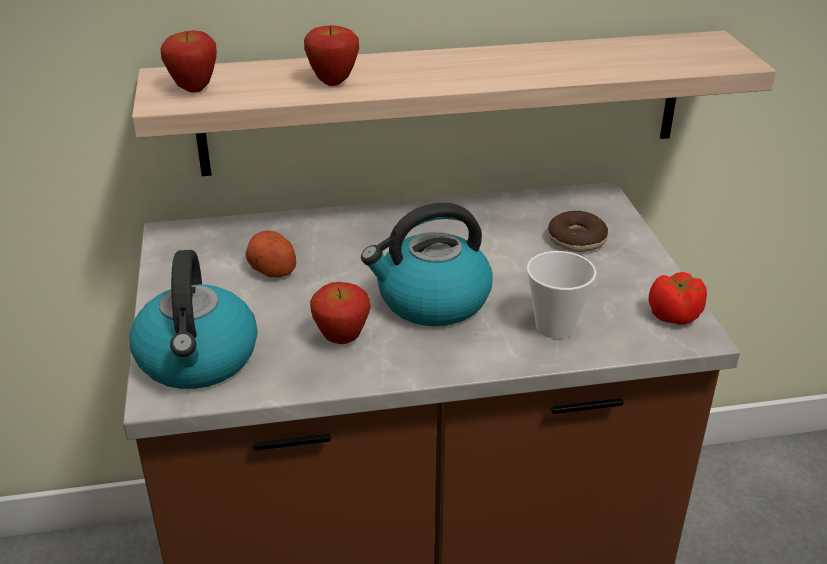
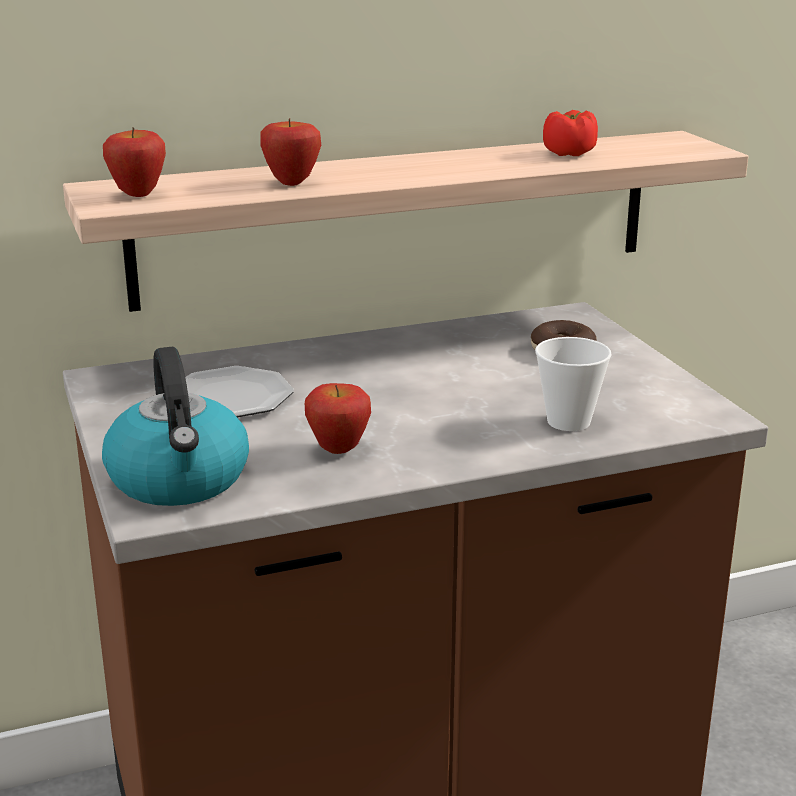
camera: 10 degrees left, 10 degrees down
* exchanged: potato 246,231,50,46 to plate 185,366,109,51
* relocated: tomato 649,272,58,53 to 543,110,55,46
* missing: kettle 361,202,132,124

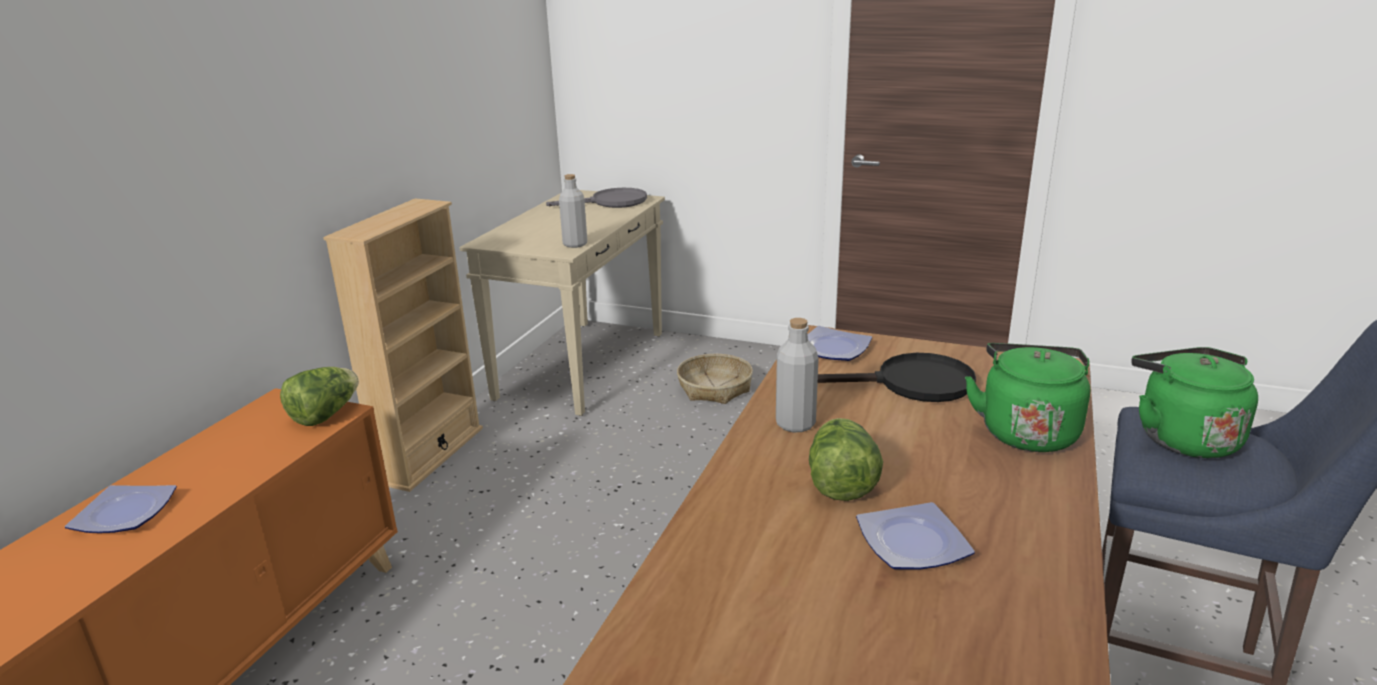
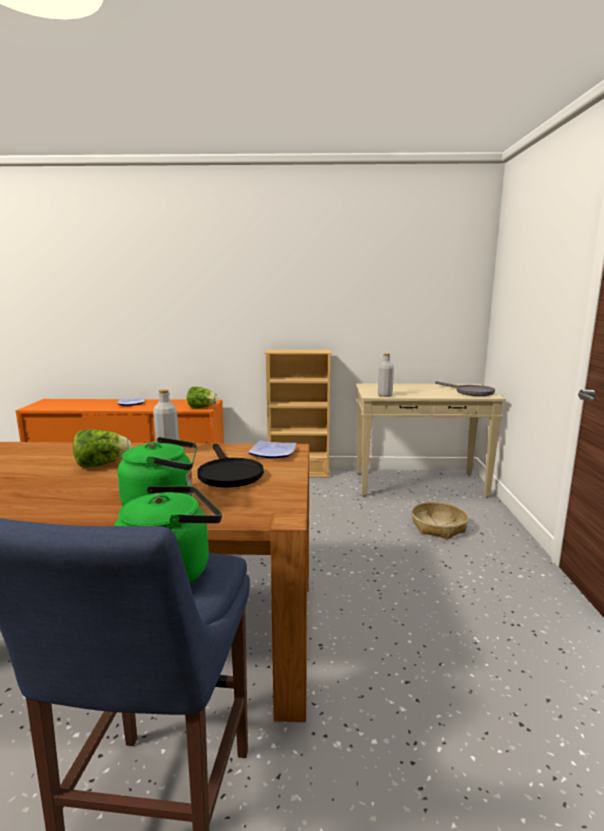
camera: 70 degrees right, 10 degrees down
* missing: plate 856,502,119,68

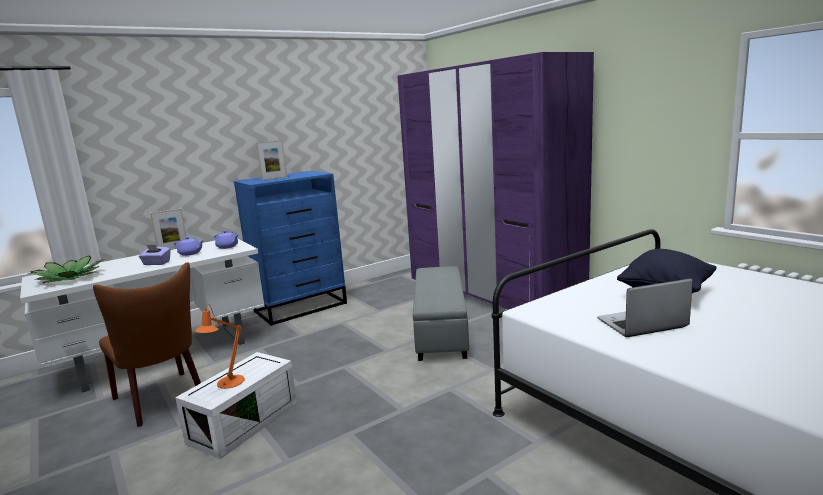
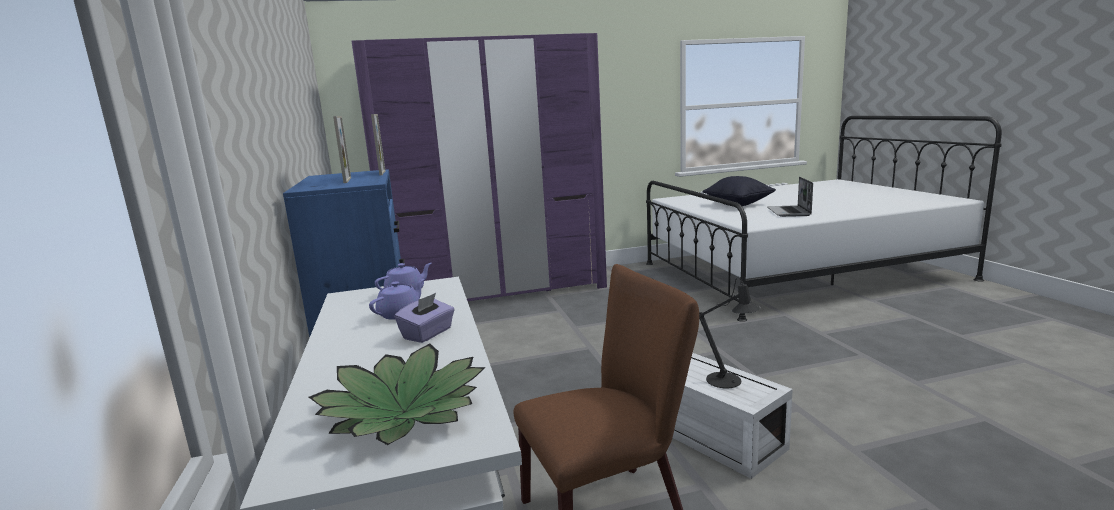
camera: 70 degrees left, 0 degrees up
* relocated: picture frame 150,208,36,42 to 371,114,14,62
* colour: orange table lamp 195,304,50,85 to black table lamp 699,277,62,112
* missing: grey ottoman 413,266,56,95

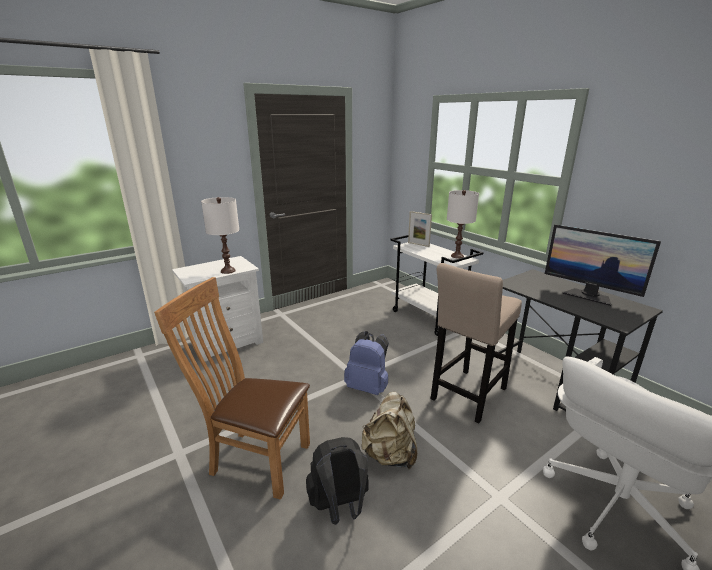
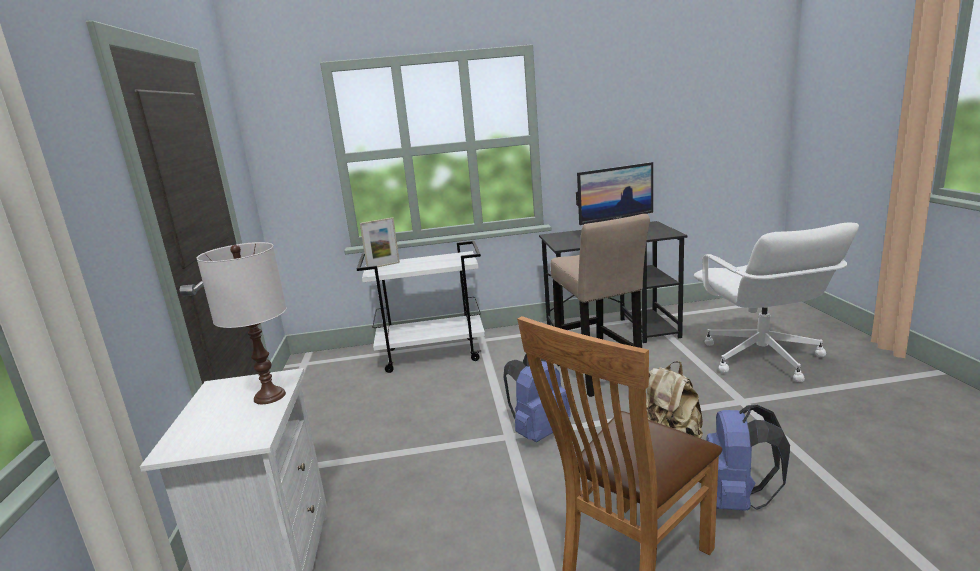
camera: 60 degrees left, 5 degrees down
* colour: black backpack 306,437,63,88 to blue backpack 706,405,84,106
* missing: white table lamp 447,190,32,69

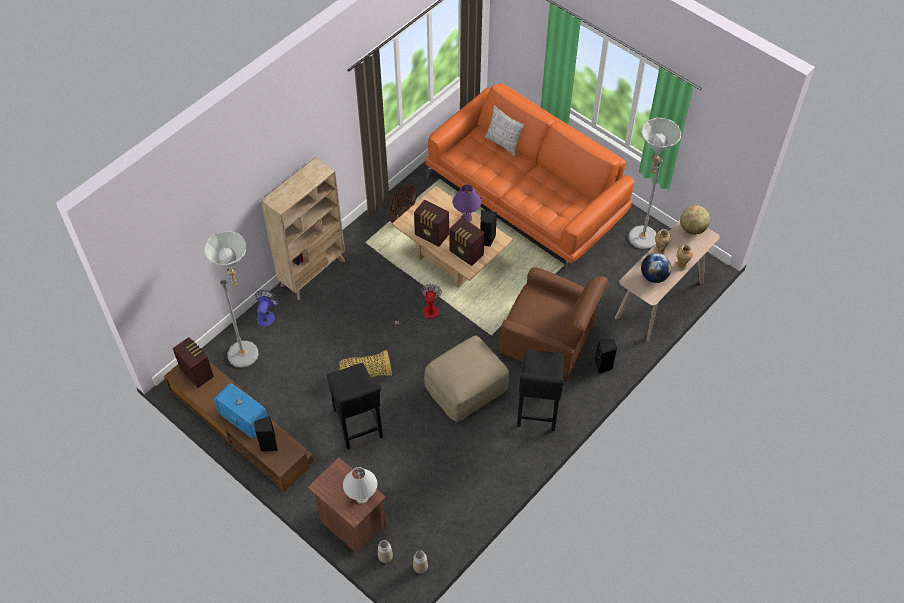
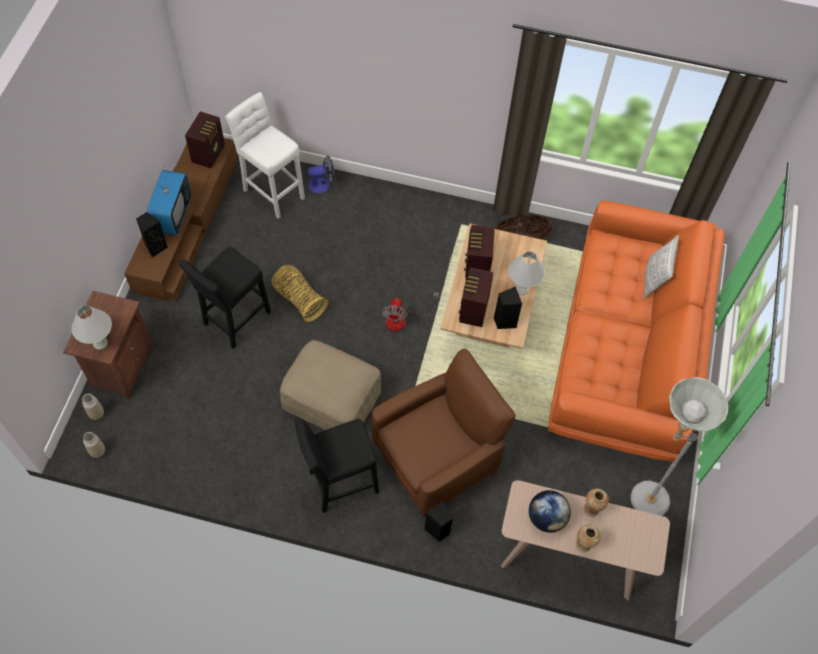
camera: 60 degrees right, 5 degrees up
* exchanged: grey floor lamp 204,231,55,137 to white stool 225,92,80,127
* spun: brown armchair 500,267,108,115 = 372,348,144,169 120 degrees counterclockwise
* spun: fan 395,284,47,43 = 382,292,57,39 120 degrees clockwise
* colour: purple table lamp 453,184,29,38 to white table lamp 508,251,37,44
* missing: beige bookcase 261,157,84,143
* missing: globe 680,205,30,30

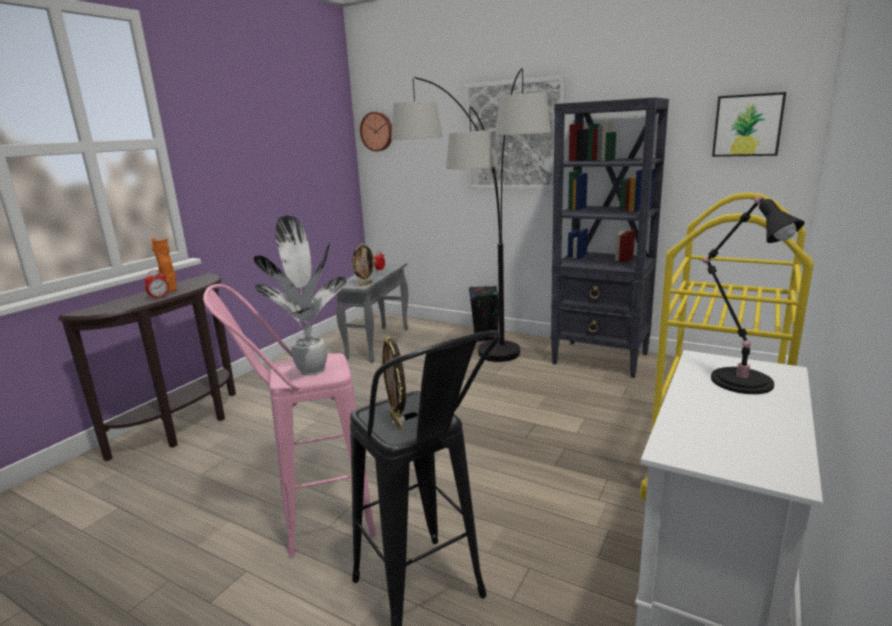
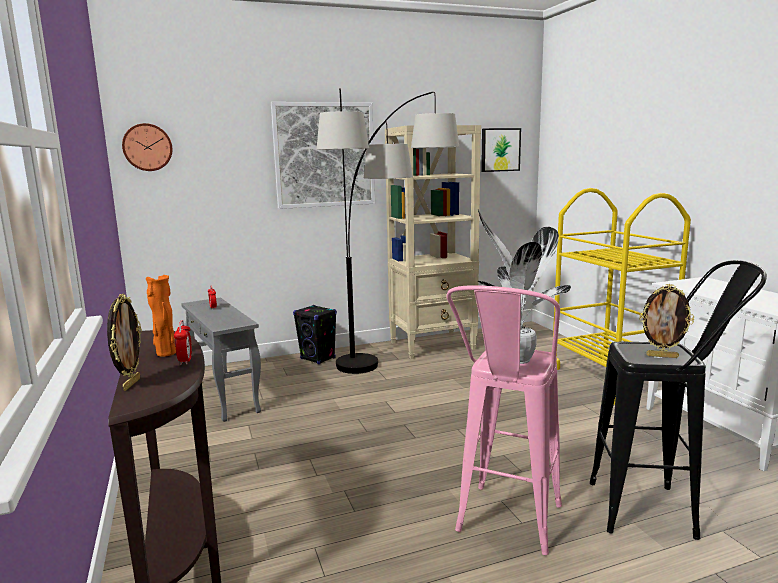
camera: 50 degrees left, 5 degrees down
* relocated: picture frame 352,243,24,43 to 107,293,35,98
* colour: black bookcase 551,97,118,281 to beige bookcase 385,125,96,234
* missing: black table lamp 700,196,105,198

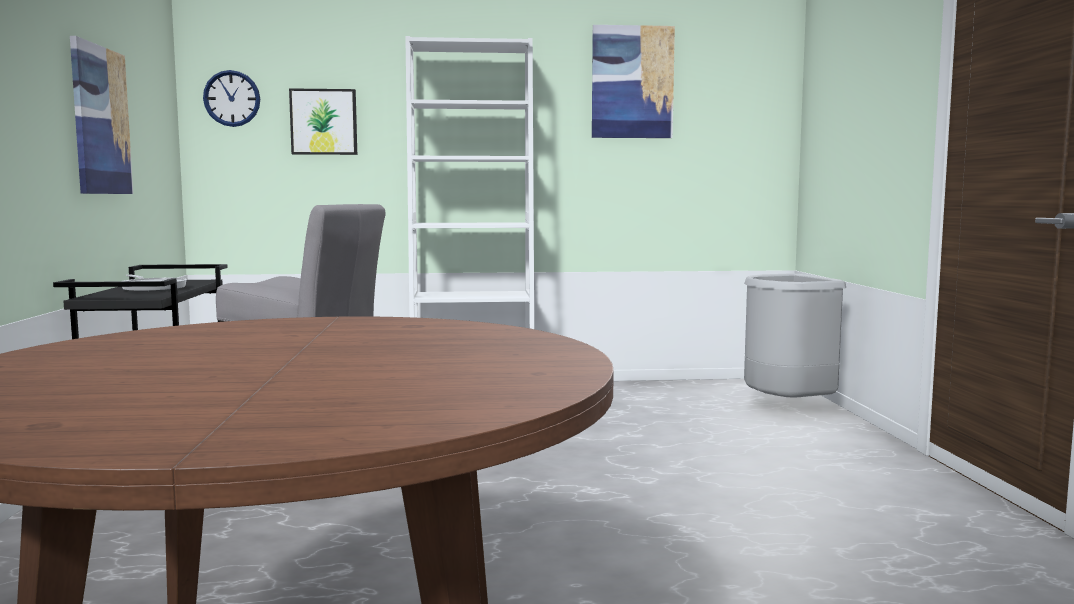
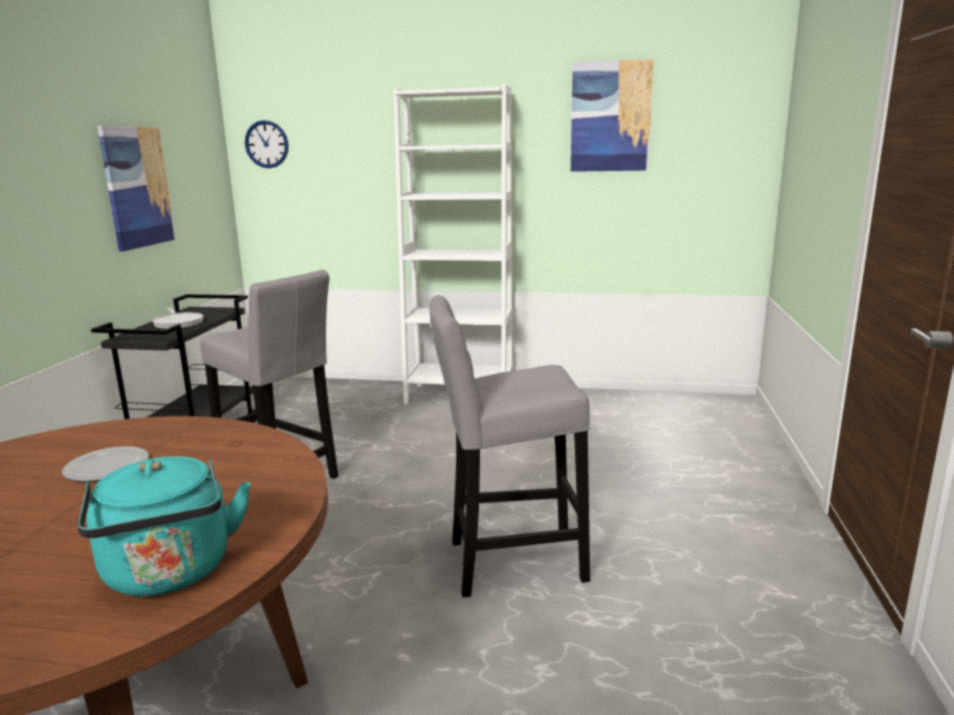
camera: 15 degrees right, 10 degrees up
* appeared: plate 62,446,87,36
* appeared: turquoise kettle 78,457,173,139
* appeared: grey stool 430,295,160,302
* missing: picture 289,88,68,67
* missing: grey trash can 744,273,102,125

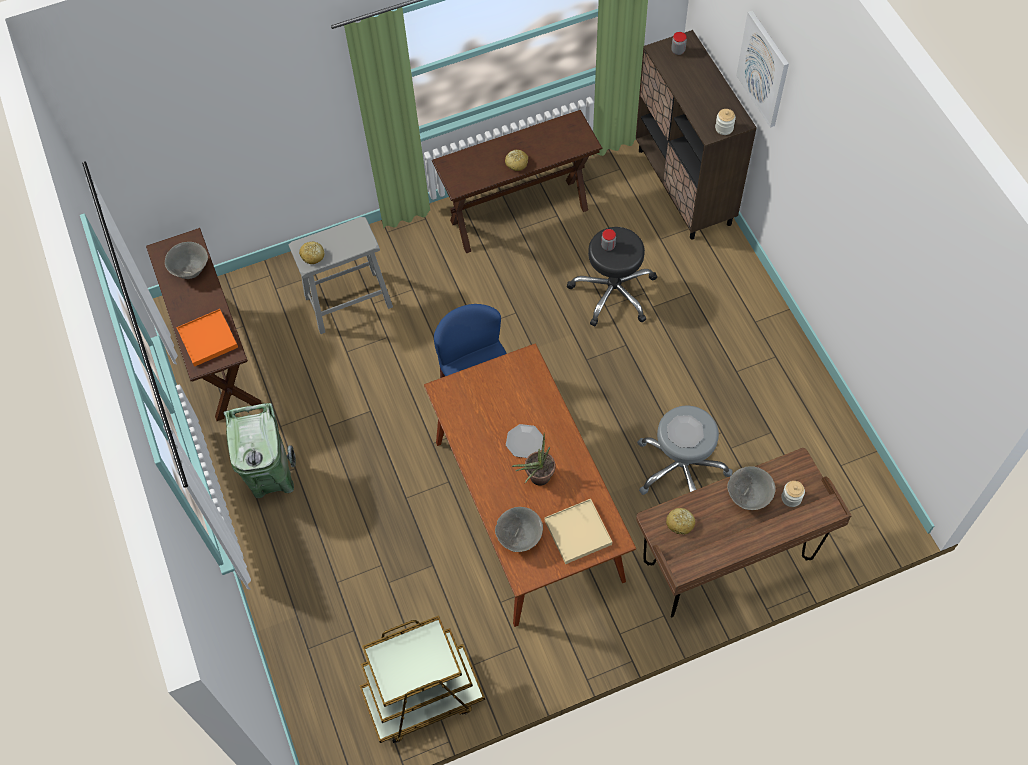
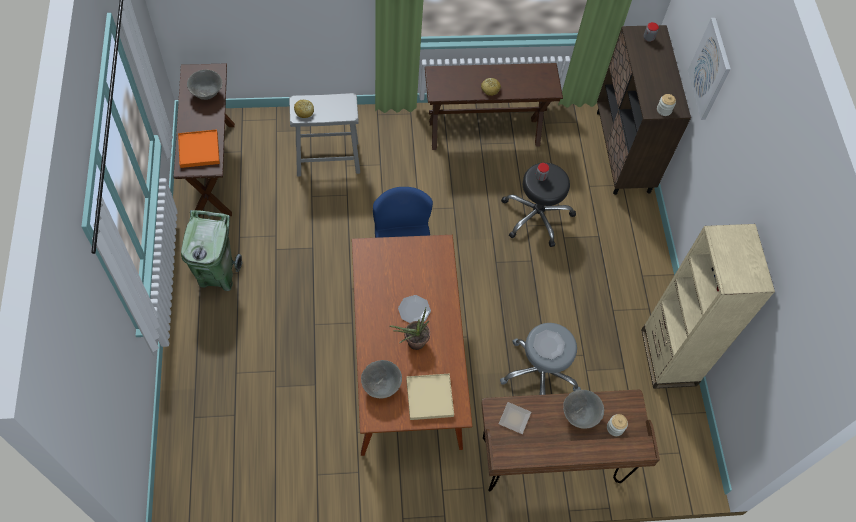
camera: 10 degrees right, 0 degrees up
* exchanged: bread 666,508,29,27 to plate 499,402,32,32
* appeared: beige bookcase 641,224,134,165
* missing: brown cart 360,615,125,128

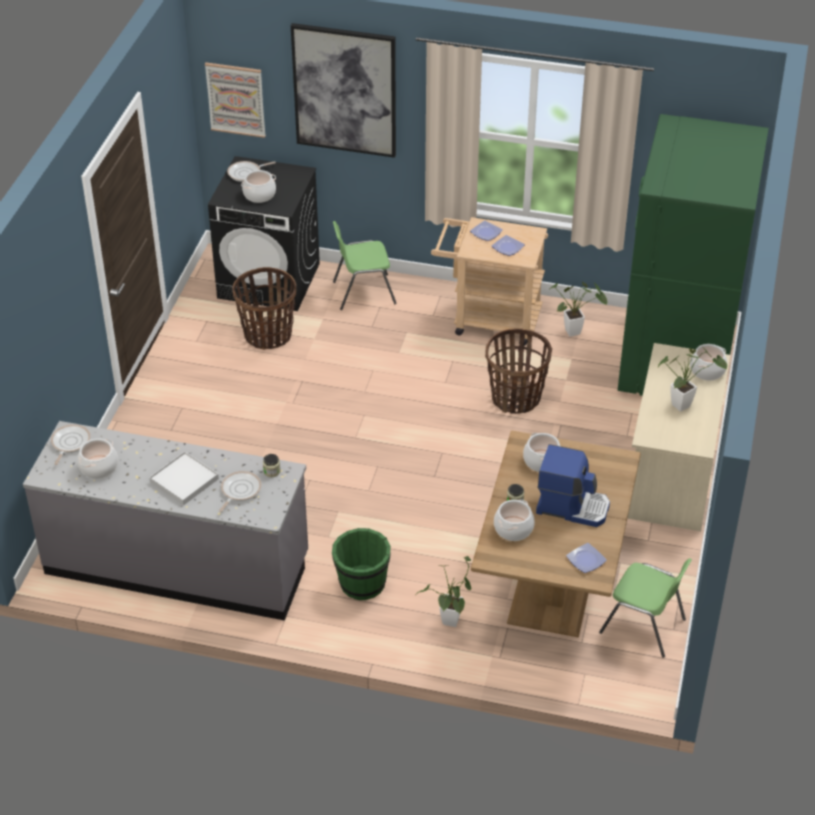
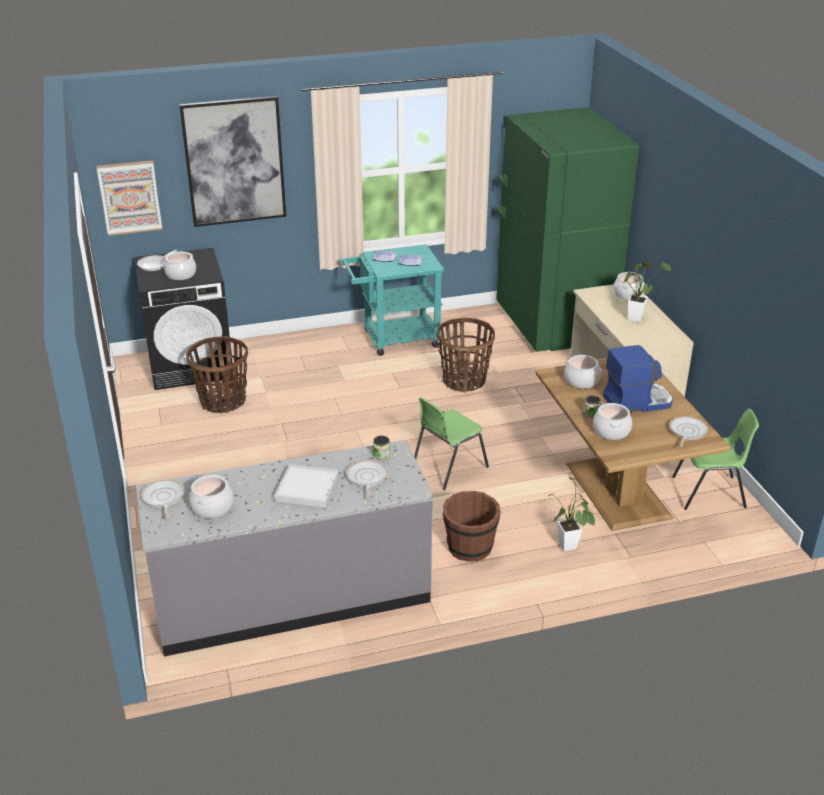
camera: 30 degrees left, 10 degrees down
* colour: beige cart 431,217,117,129 to turquoise cart 340,244,104,112
* relocated: green chair 333,221,64,89 to 414,397,75,93
* colour: green bucket 332,528,59,72 to brown bucket 442,491,59,71
* exchanged: plate 566,543,41,30 to frying pan 669,416,40,31
* missing: potted plant 548,282,59,55

